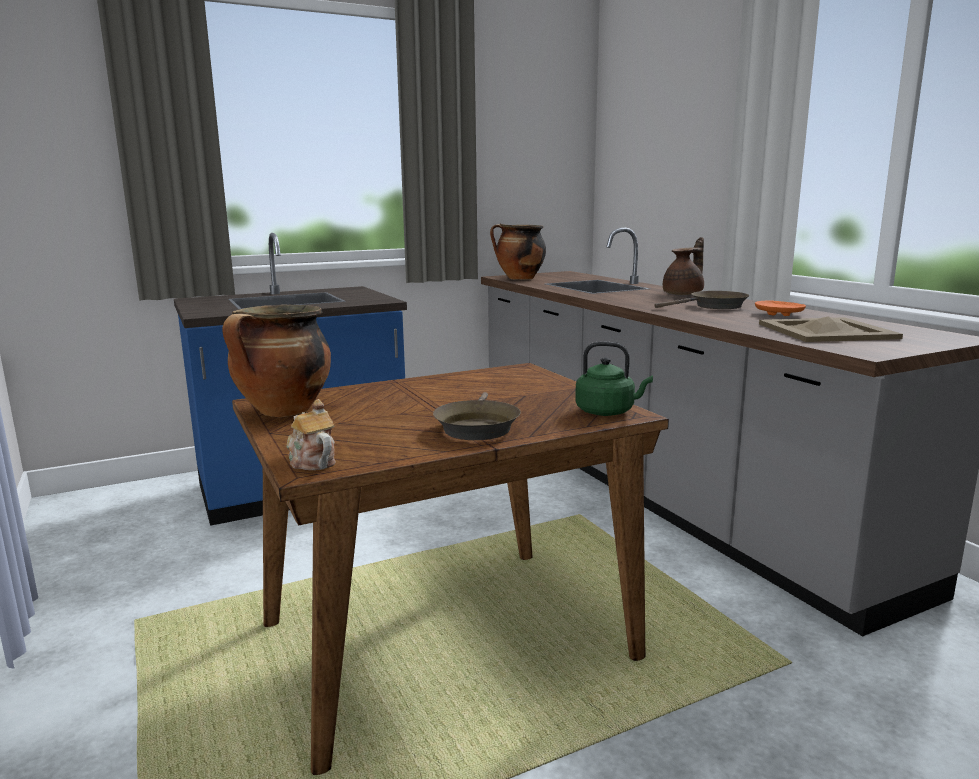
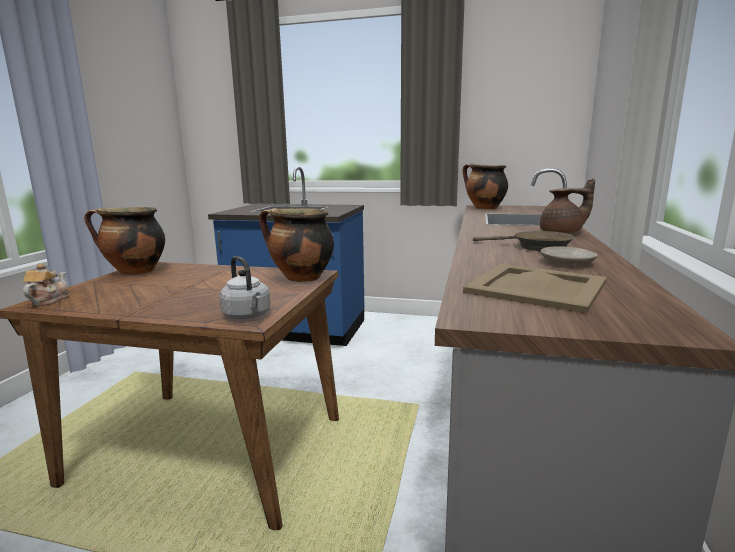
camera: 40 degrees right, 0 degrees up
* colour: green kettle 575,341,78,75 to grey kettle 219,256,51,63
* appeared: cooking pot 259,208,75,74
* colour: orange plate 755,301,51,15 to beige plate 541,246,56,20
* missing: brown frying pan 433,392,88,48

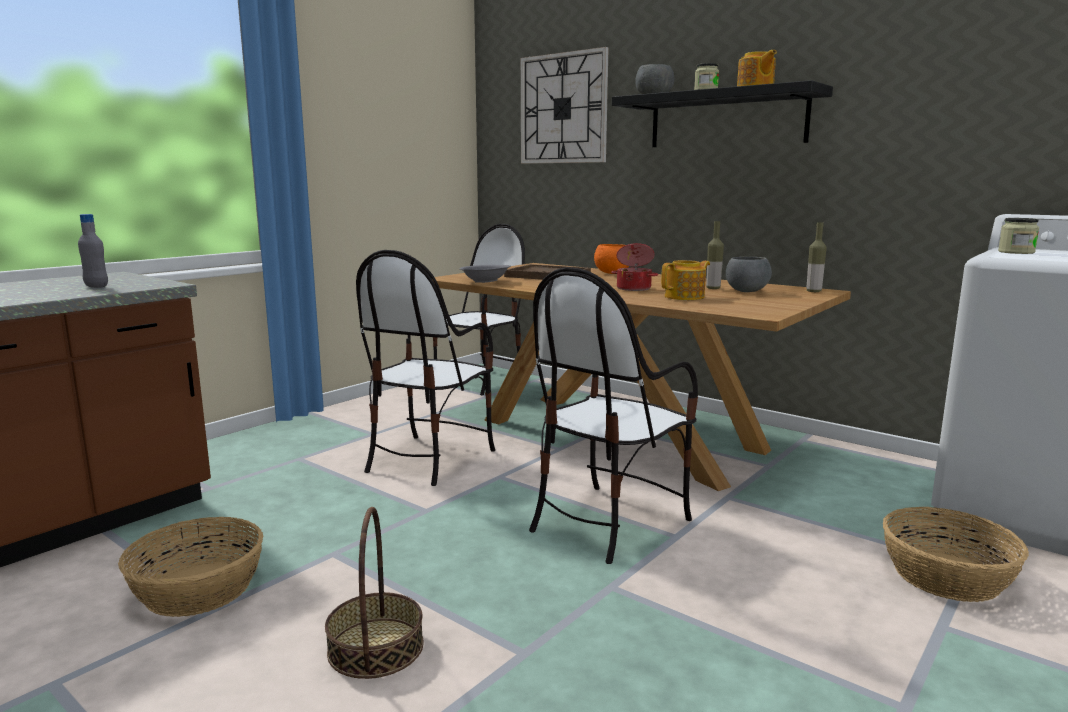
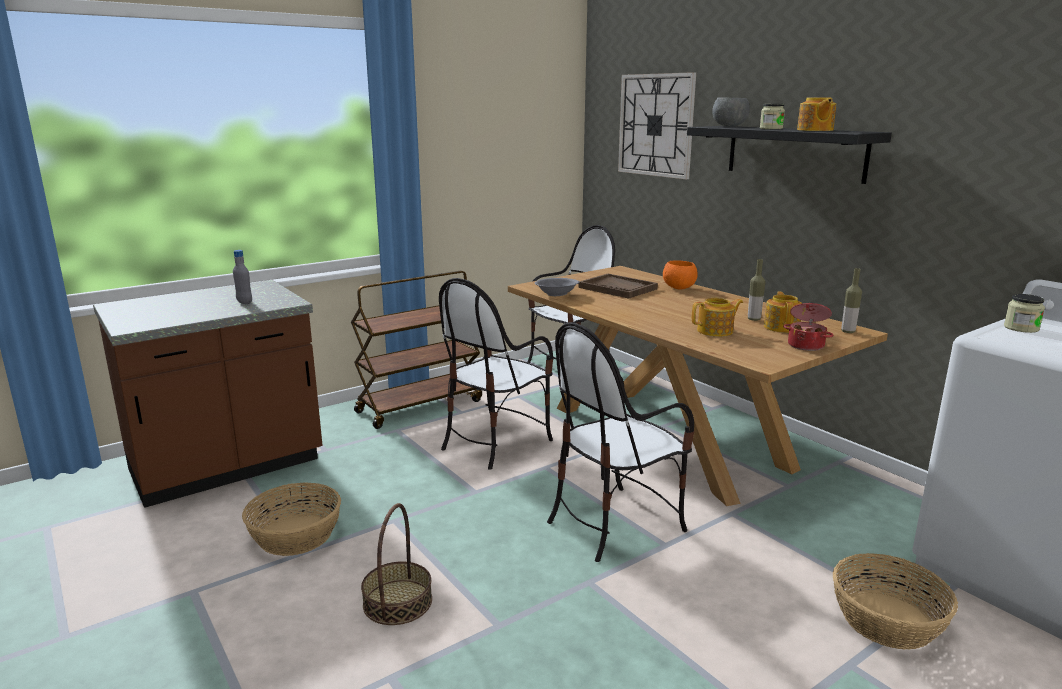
camera: 15 degrees right, 5 degrees up
* appeared: brown cart 351,271,131,158
* exchanged: grey bowl 726,257,46,35 to teapot 764,292,38,41
* relocated: cooking pot 611,243,47,48 to 783,303,50,48

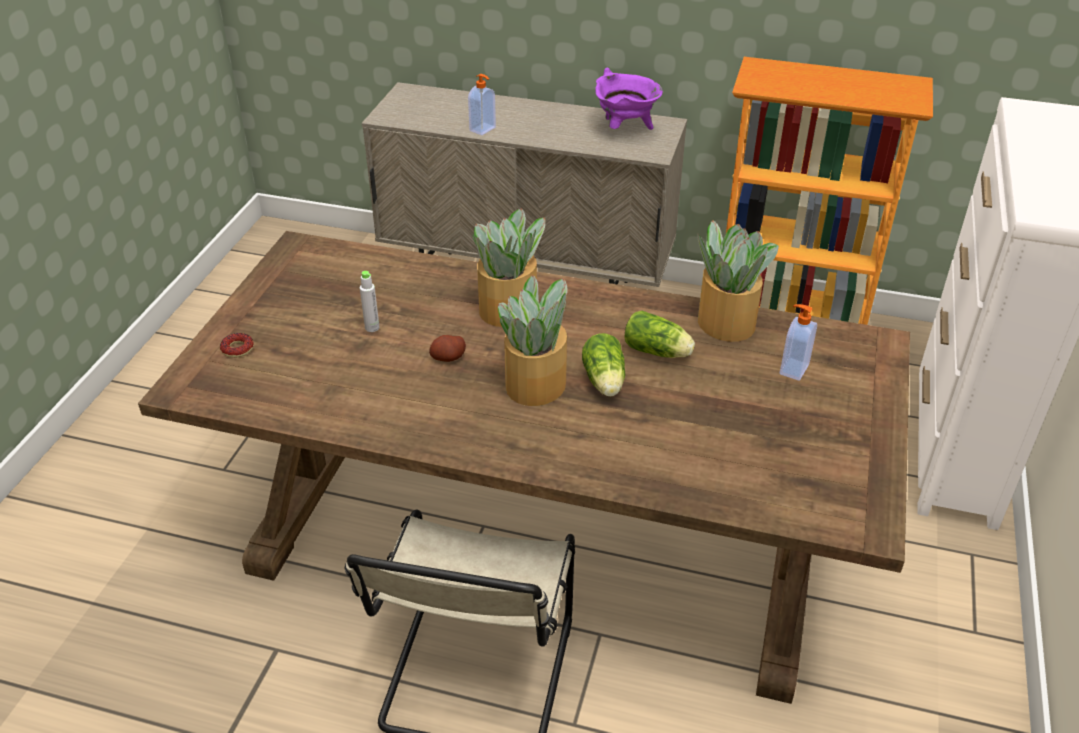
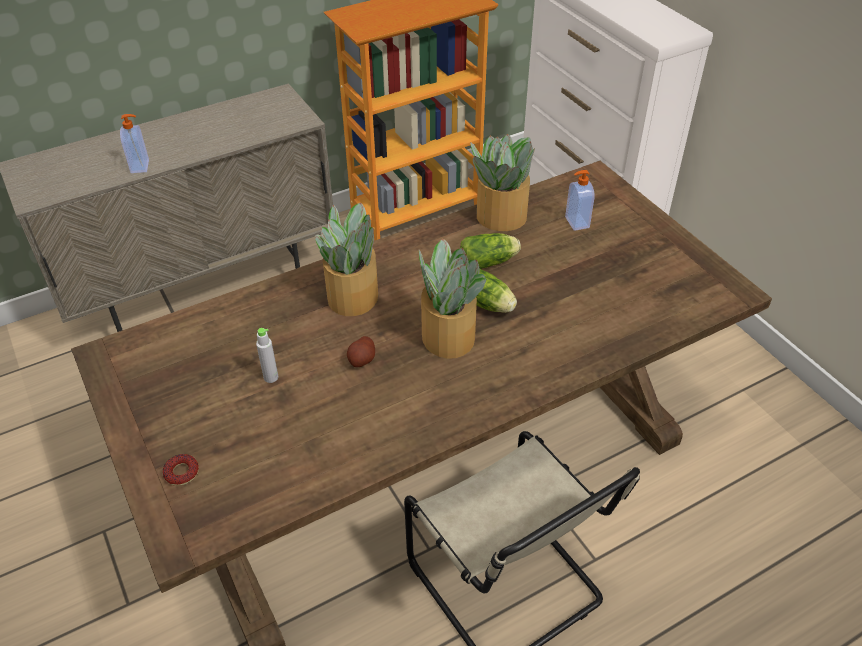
camera: 45 degrees left, 5 degrees up
* missing: purple cooking pot 595,68,68,62

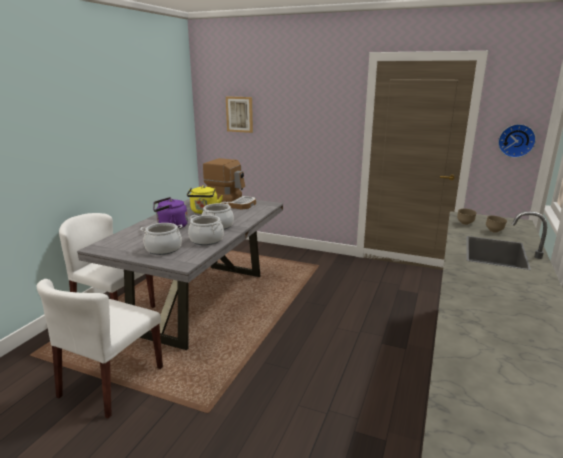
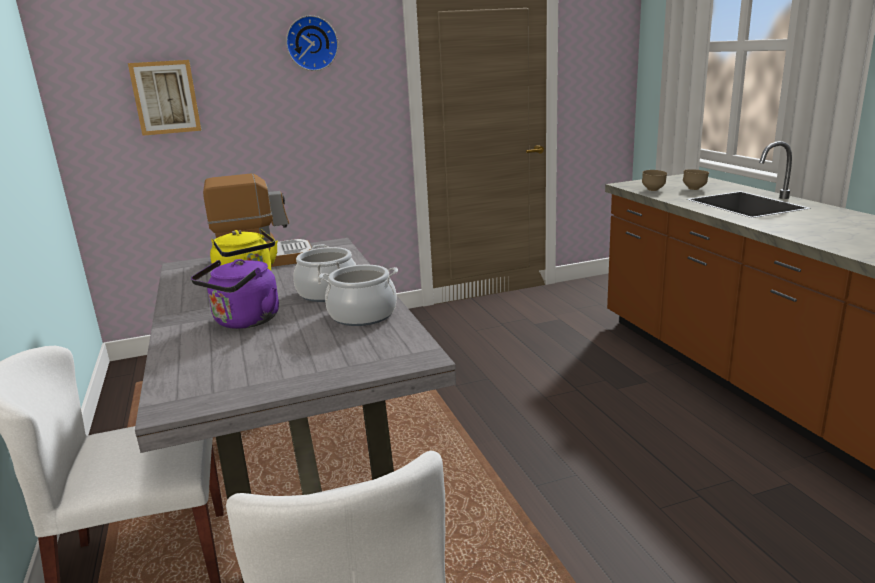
camera: 40 degrees left, 0 degrees up
* relocated: wall clock 498,124,38,34 to 286,15,52,56
* missing: cooking pot 140,223,42,32

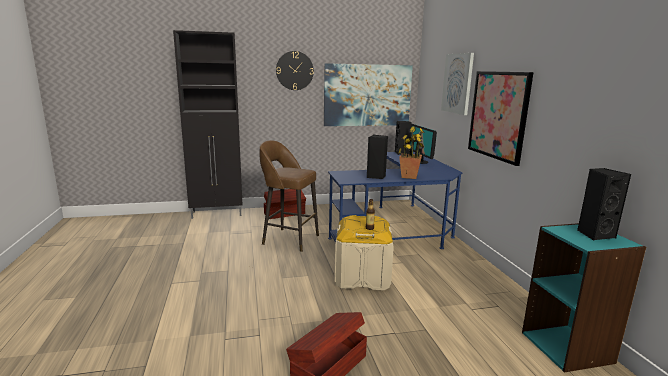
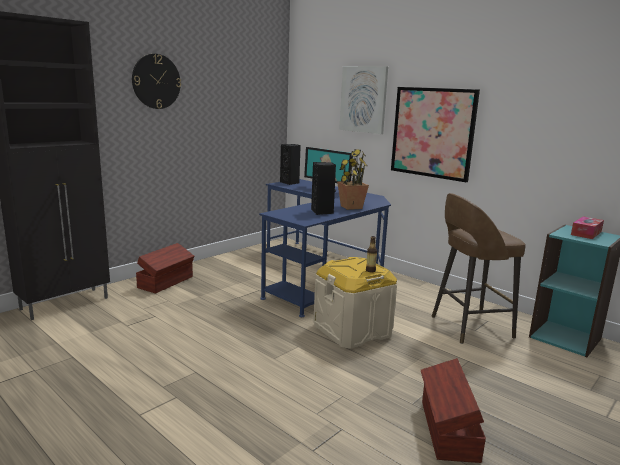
camera: 35 degrees left, 0 degrees up
* relocated: brown stool 259,140,60,112 to 431,193,95,151
* exchanged: black speaker 577,168,54,72 to tissue box 571,216,33,23
* missing: picture 324,63,89,63

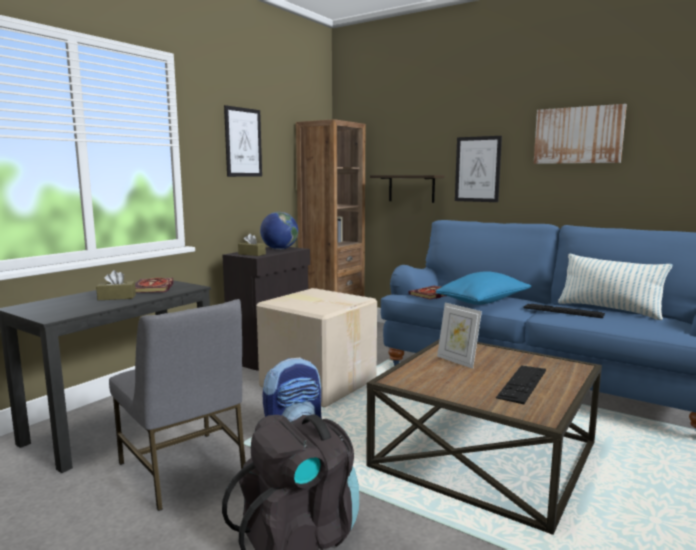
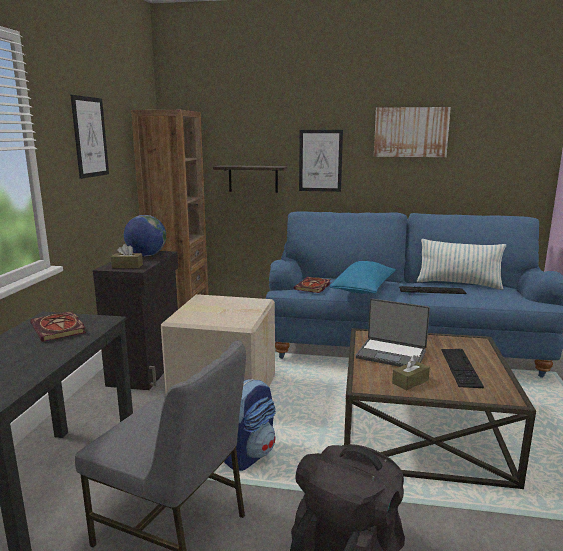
camera: 25 degrees left, 5 degrees up
* exchanged: picture frame 437,303,45,66 to laptop 356,298,74,69
* relocated: brown tissue box 96,270,40,30 to 392,355,38,35

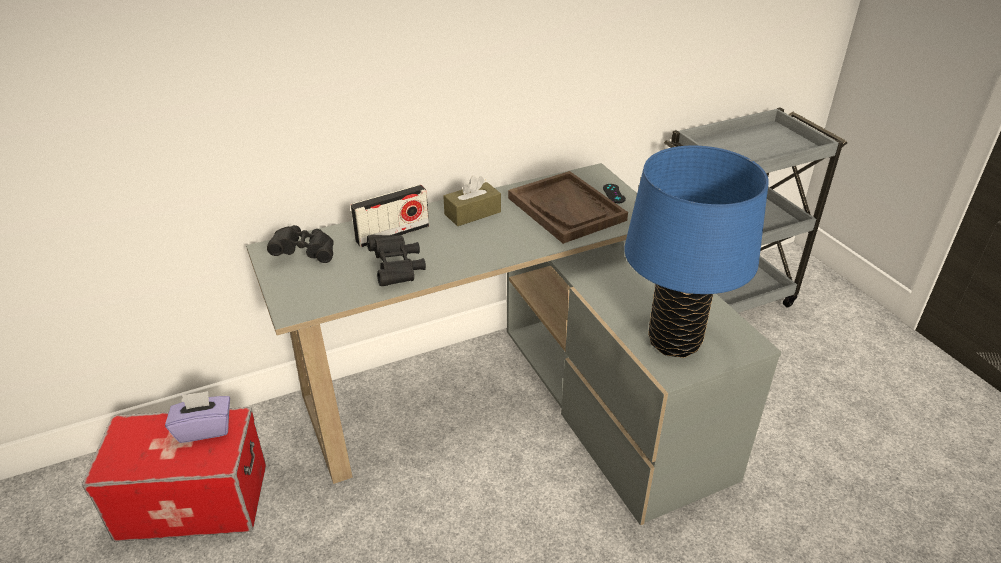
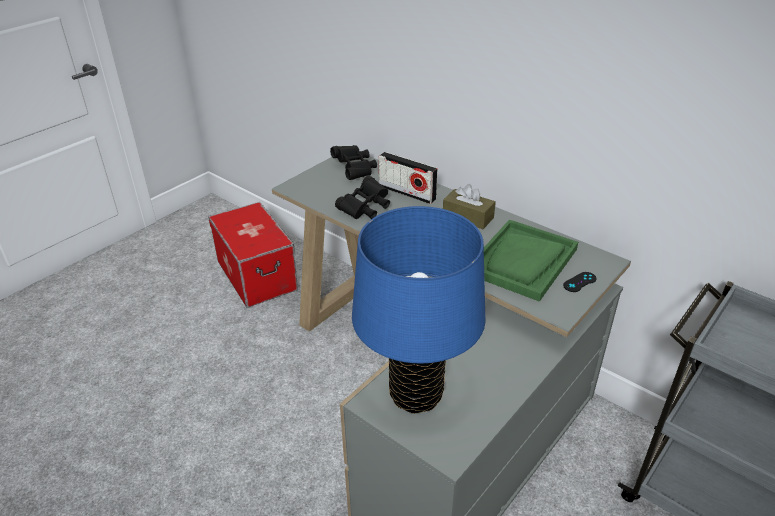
camera: 65 degrees right, 0 degrees up
* colour: brown tray 508,171,120,73 to green tray 484,220,94,82
* missing: purple tissue box 165,391,65,52

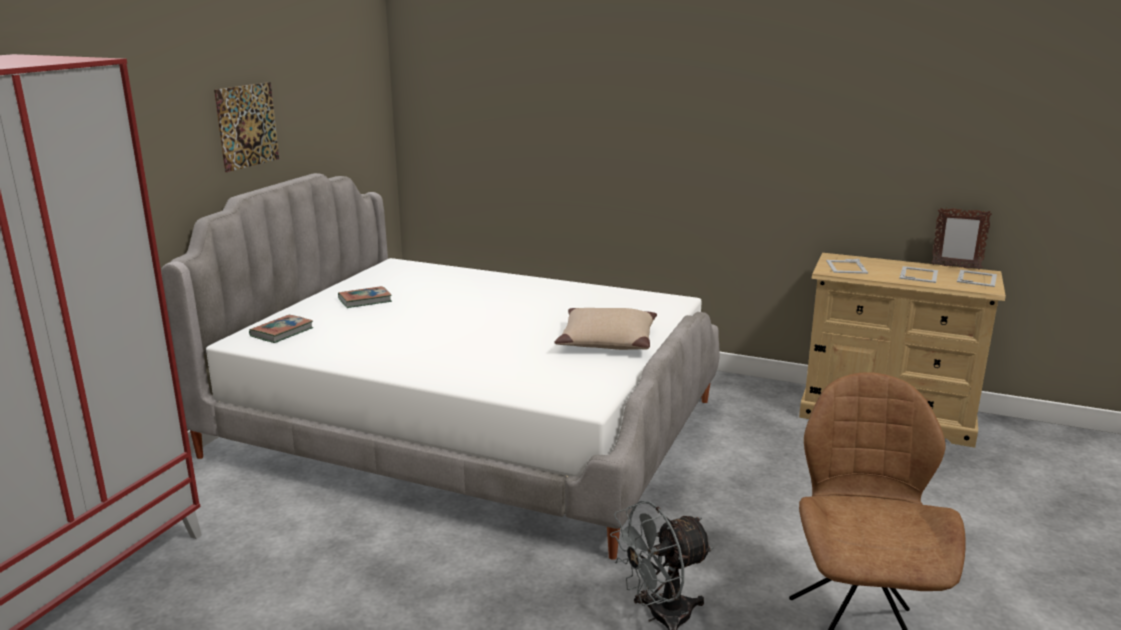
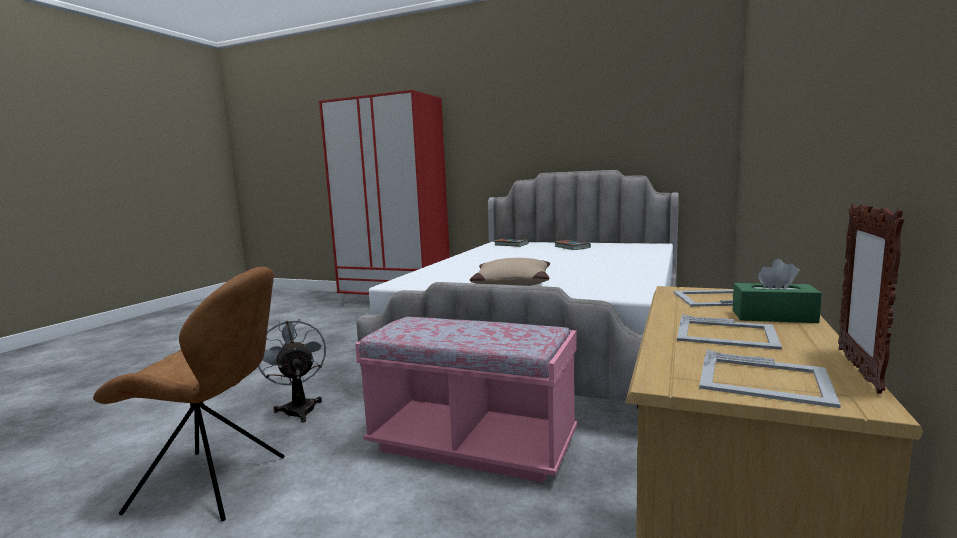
camera: 90 degrees right, 10 degrees down
* appeared: pink bench 355,317,222,166
* appeared: green tissue box 733,259,89,64
* missing: picture 214,82,65,90

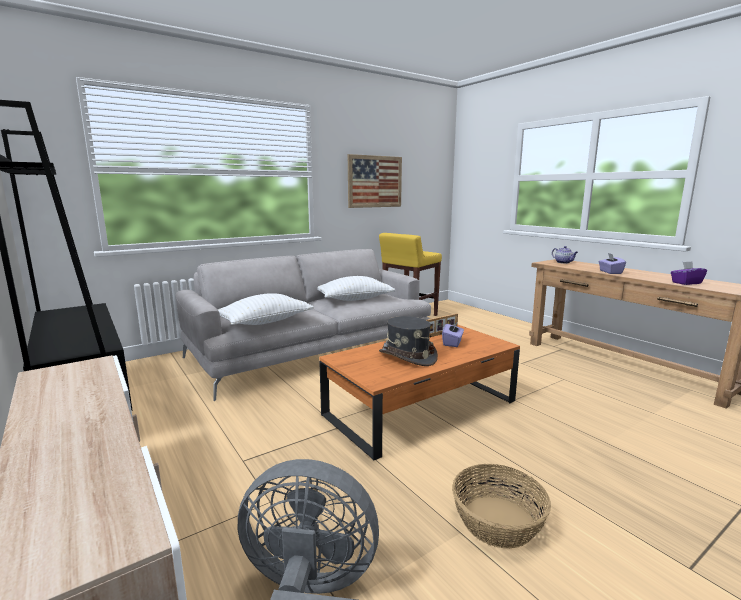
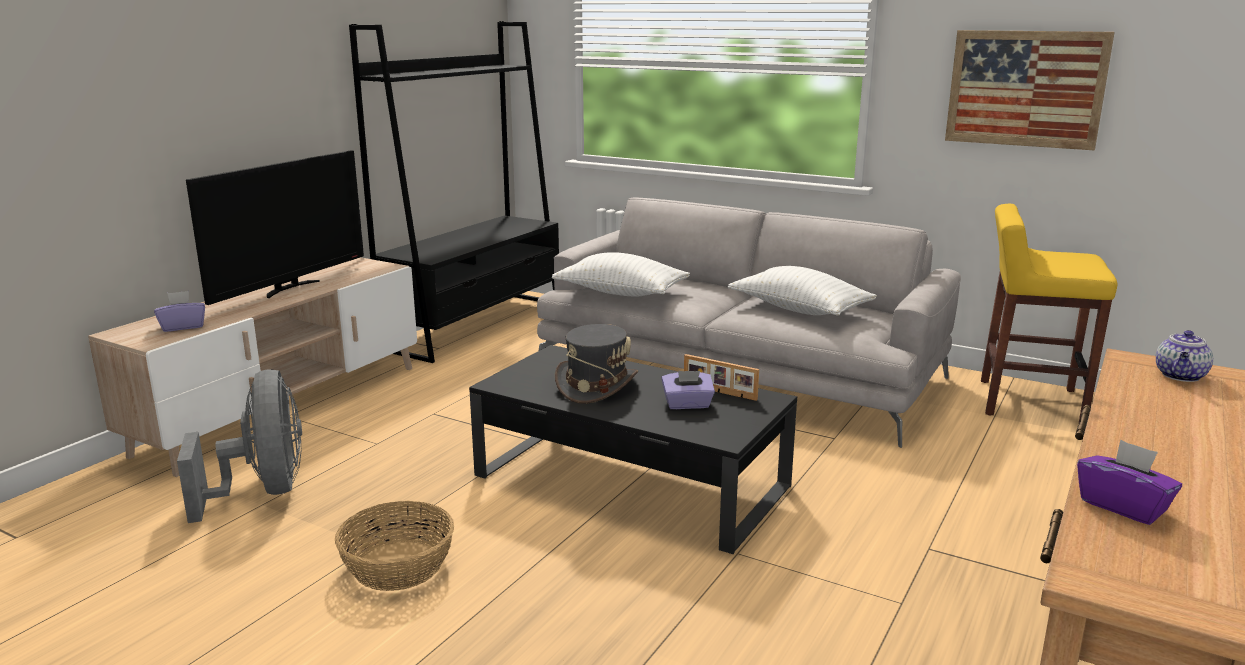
camera: 65 degrees right, 5 degrees up
* relocated: purple tissue box 598,253,28,21 to 154,291,51,41
* appeared: television 186,150,178,155
* colour: orange coffee table 319,325,201,136 to black coffee table 469,345,328,209

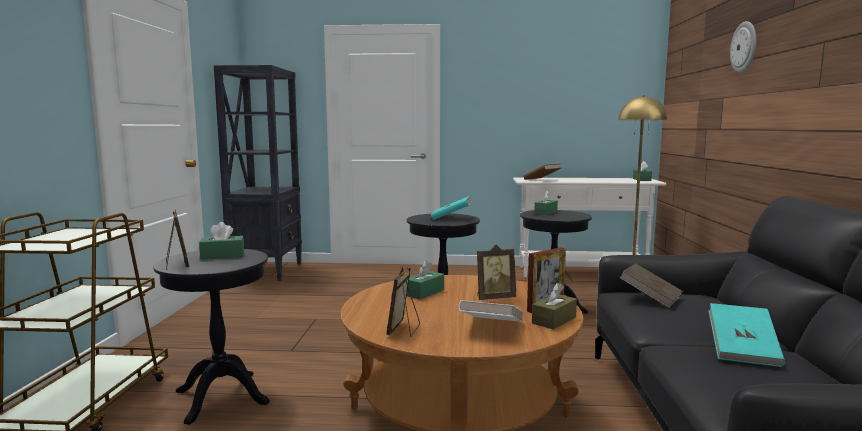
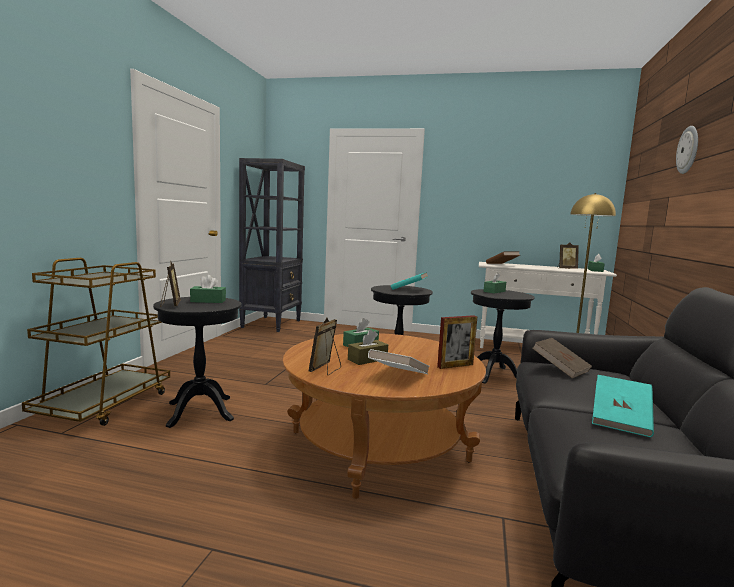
camera: 10 degrees right, 0 degrees up
* relocated: brown tissue box 532,283,45,46 to 348,330,40,35
* relocated: picture frame 477,245,39,55 to 557,242,22,27

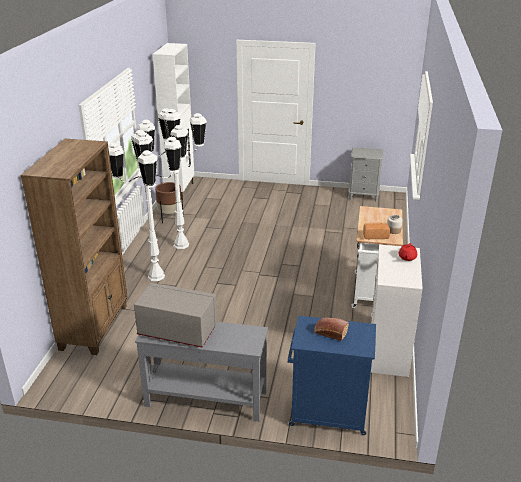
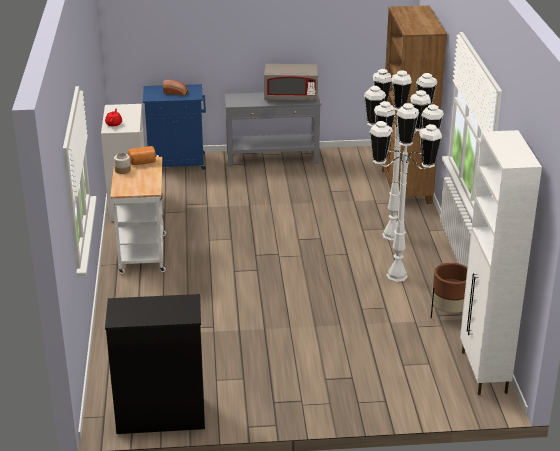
camera: 165 degrees right, 0 degrees up
* exchanged: grey nightstand 348,147,36,54 to black dresser 105,294,100,140

